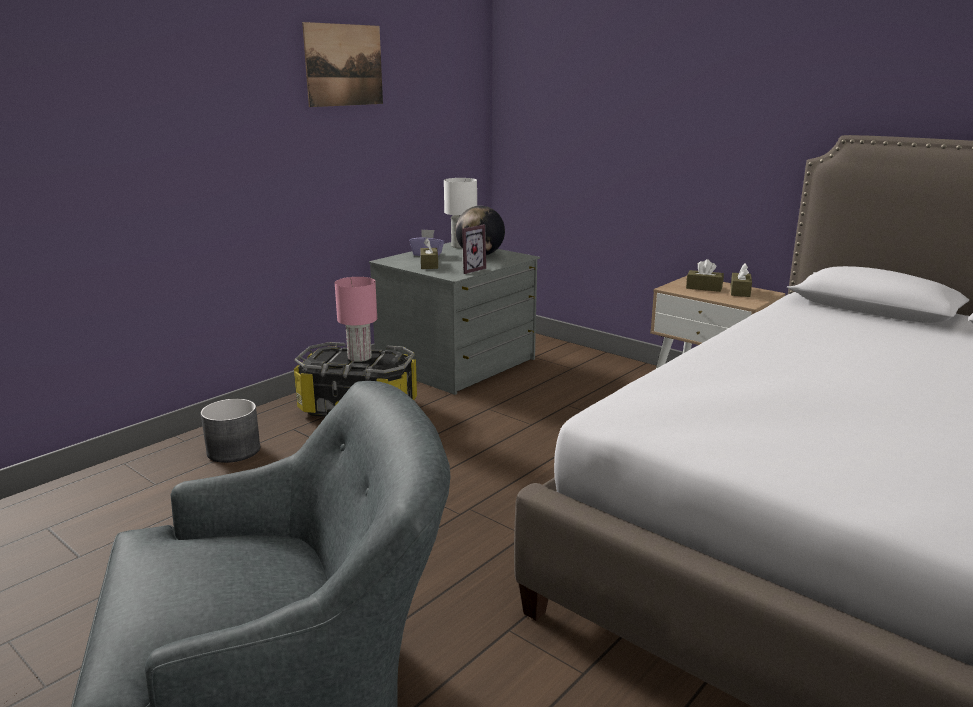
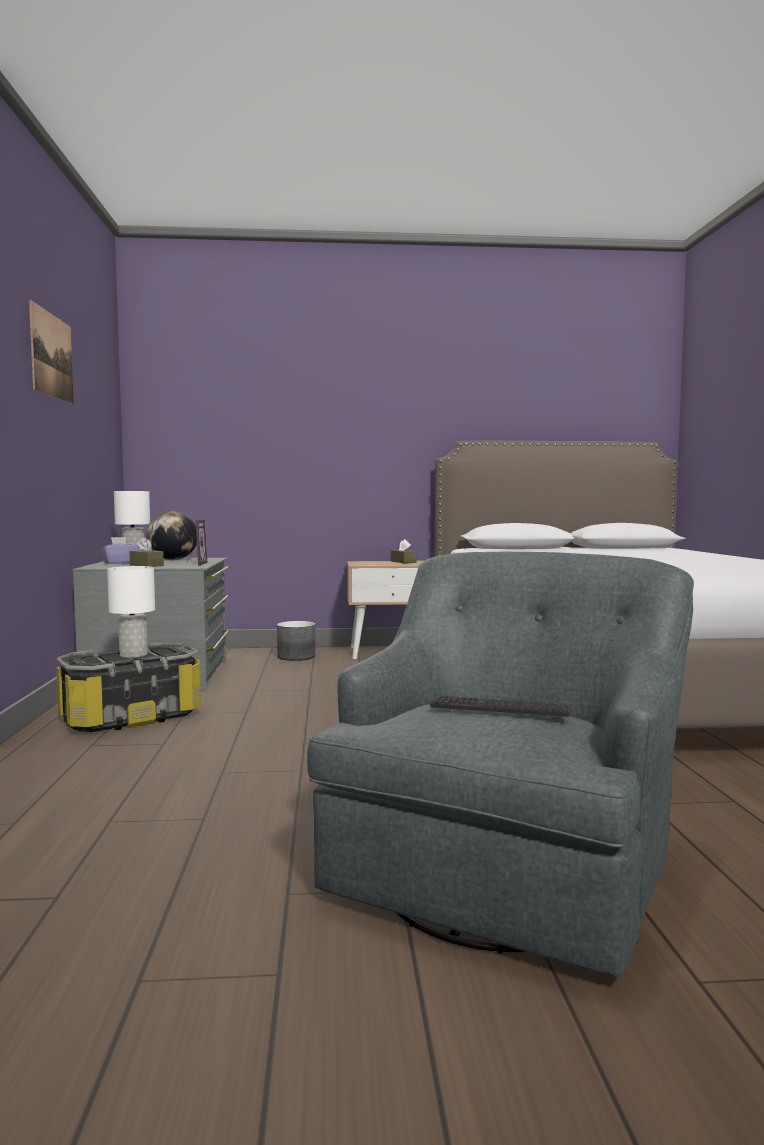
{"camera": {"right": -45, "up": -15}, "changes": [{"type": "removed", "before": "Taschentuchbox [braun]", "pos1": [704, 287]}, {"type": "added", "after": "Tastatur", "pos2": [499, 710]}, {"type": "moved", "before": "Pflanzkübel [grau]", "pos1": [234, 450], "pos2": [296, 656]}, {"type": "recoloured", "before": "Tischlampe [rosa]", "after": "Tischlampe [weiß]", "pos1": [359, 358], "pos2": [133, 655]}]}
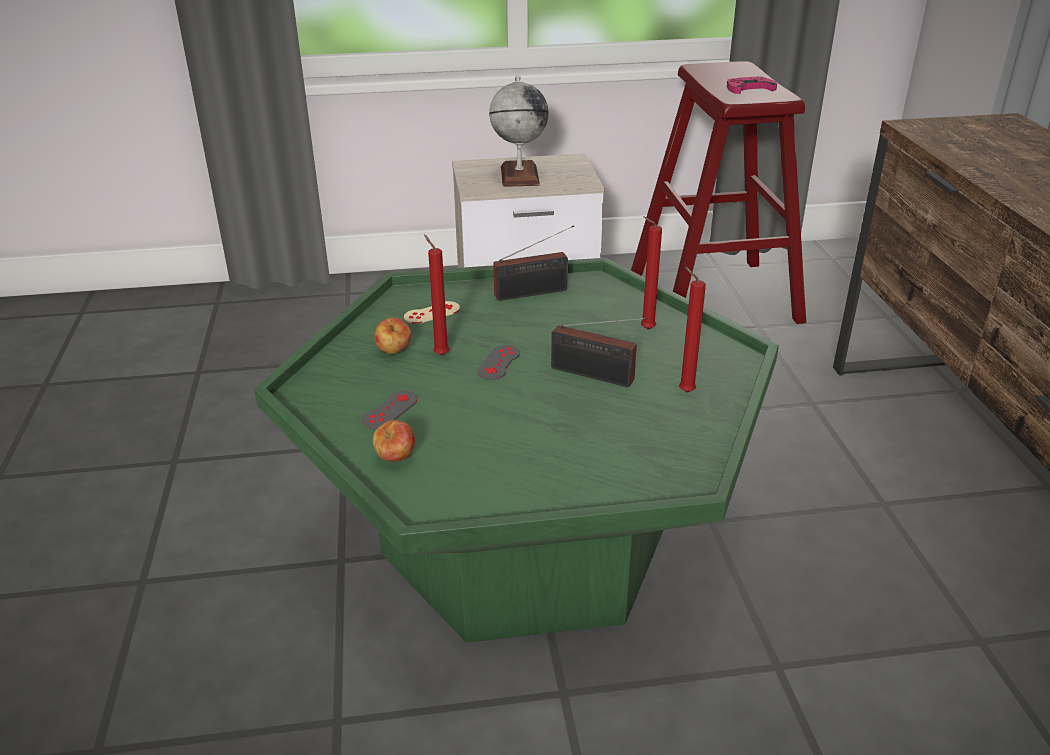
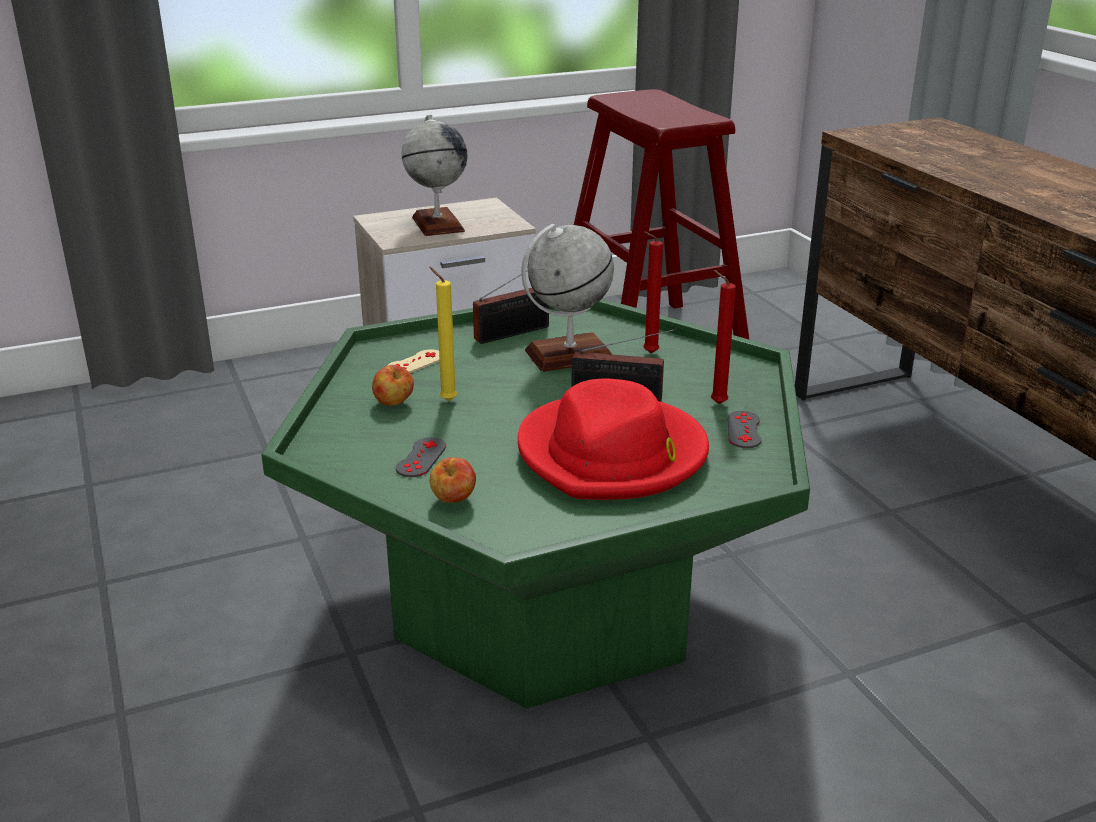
{"camera": {"right": -15, "up": -5}, "changes": [{"type": "removed", "before": "Gamepad [rosa]", "pos1": [749, 89]}, {"type": "added", "after": "Hut [rot]", "pos2": [613, 454]}, {"type": "added", "after": "Globus", "pos2": [569, 355]}, {"type": "moved", "before": "Gamepad [grau]", "pos1": [499, 362], "pos2": [744, 430]}, {"type": "recoloured", "before": "Kerze [rot]", "after": "Kerze [gelb]", "pos1": [439, 354], "pos2": [446, 400]}]}
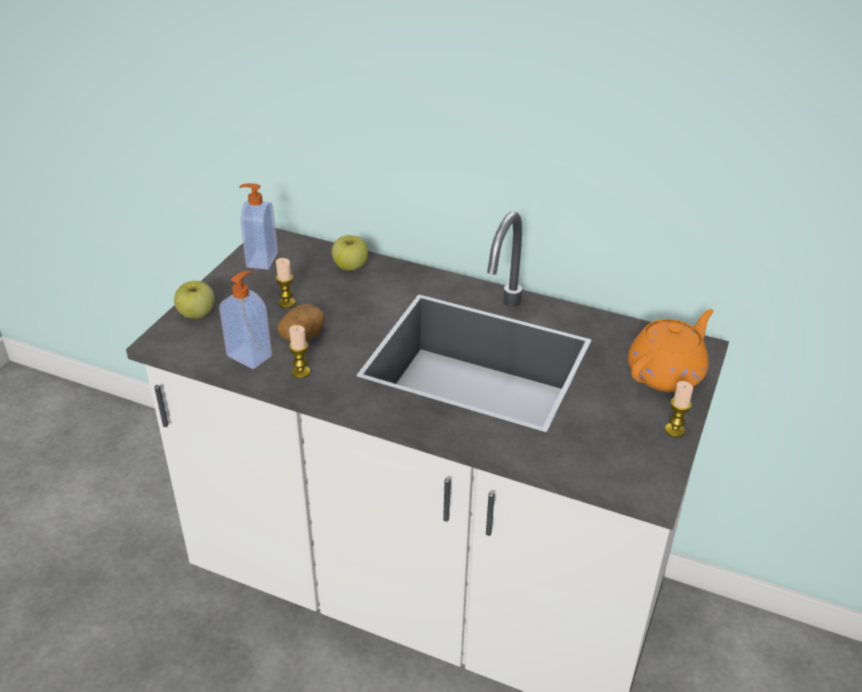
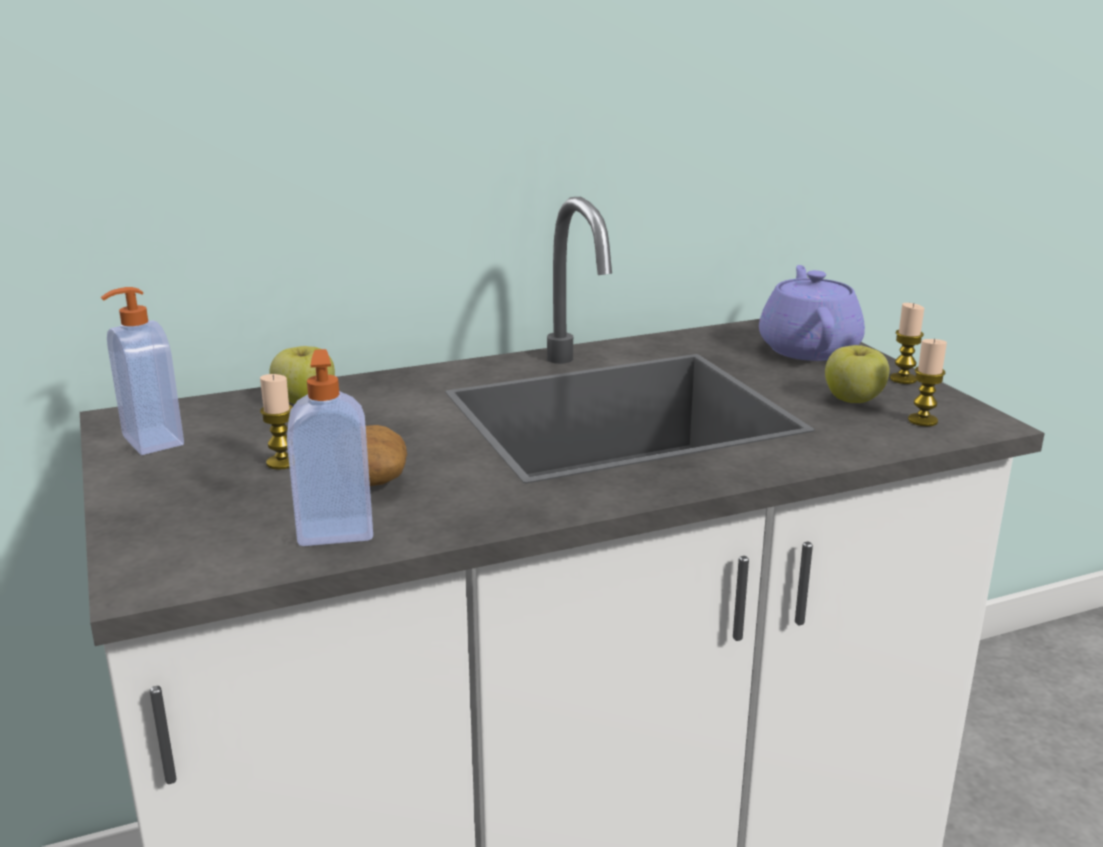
{"camera": {"right": -45, "up": -15}, "changes": [{"type": "moved", "before": "Apfel", "pos1": [197, 314], "pos2": [854, 400]}, {"type": "moved", "before": "Kerze", "pos1": [301, 372], "pos2": [922, 420]}, {"type": "recoloured", "before": "Teekanne [orange]", "after": "Teekanne [lila]", "pos1": [666, 373], "pos2": [808, 348]}]}
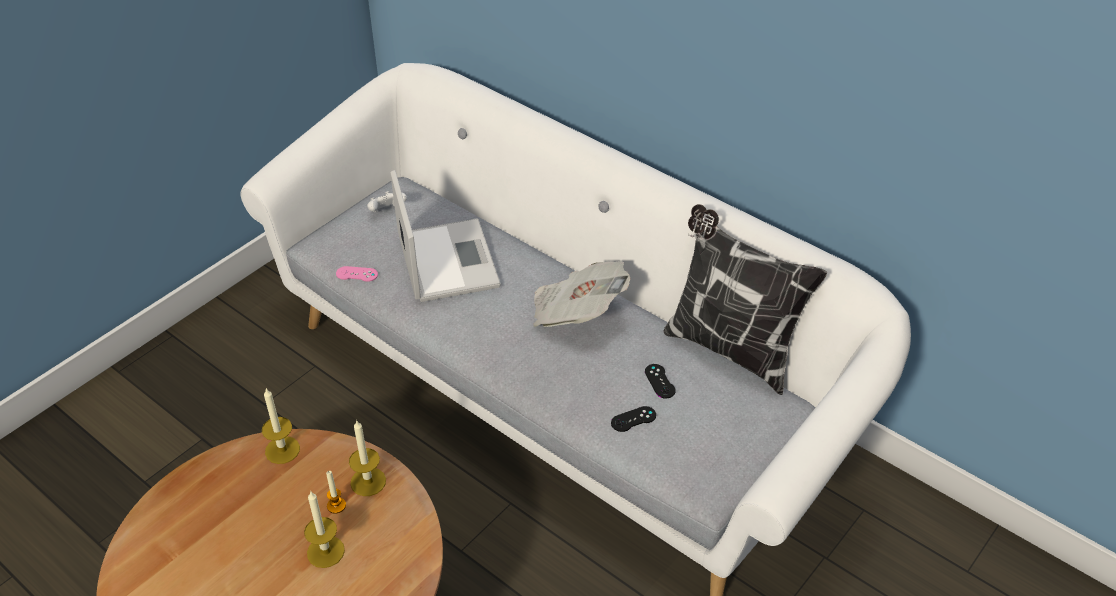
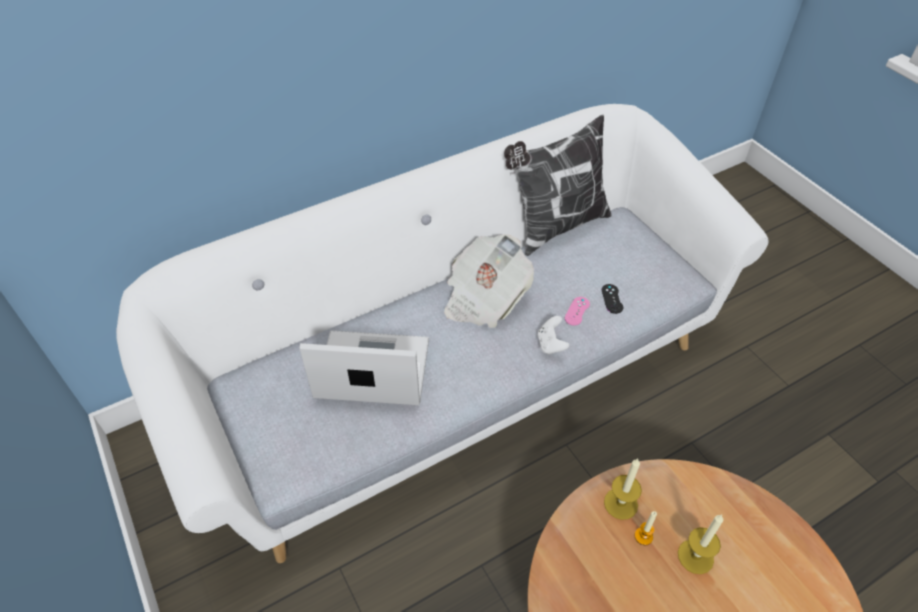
{"camera": {"right": -70, "up": 5}, "changes": [{"type": "removed", "before": "Kerze", "pos1": [282, 450]}, {"type": "removed", "before": "Gamepad [schwarz]", "pos1": [660, 381]}, {"type": "moved", "before": "Gamepad [rosa]", "pos1": [357, 274], "pos2": [577, 311]}, {"type": "moved", "before": "Gamepad [weiß]", "pos1": [386, 211], "pos2": [551, 344]}]}
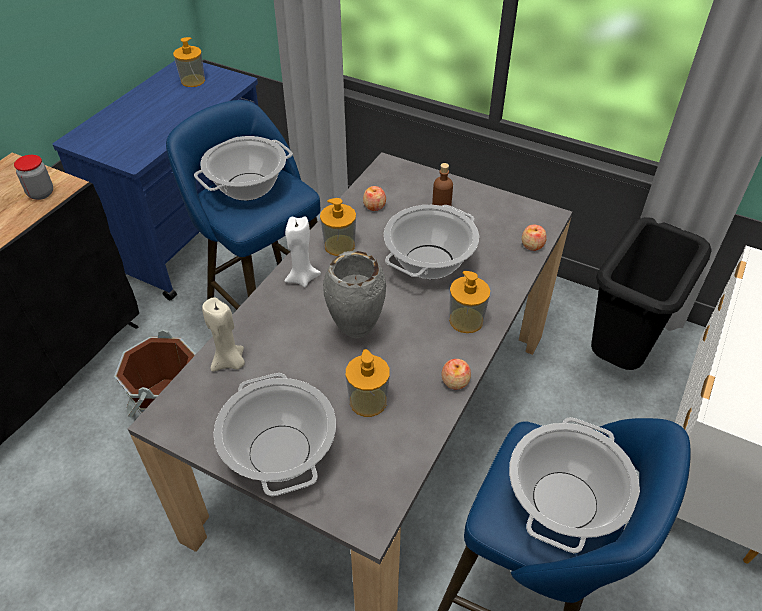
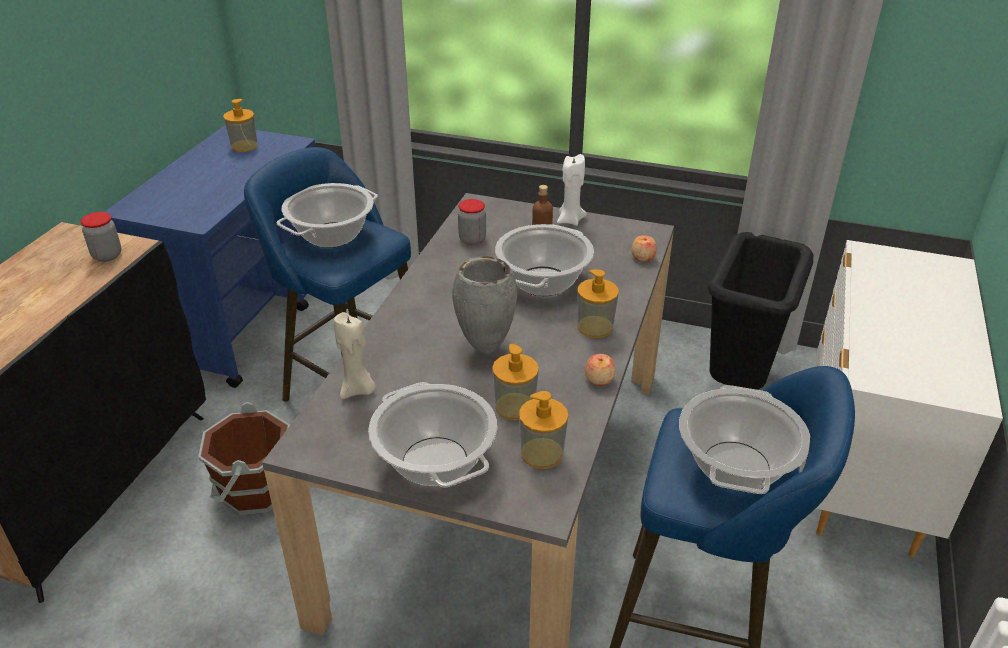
{"camera": {"right": -10, "up": -10}, "changes": [{"type": "moved", "before": "Kerze [weiß]", "pos1": [302, 278], "pos2": [570, 220]}, {"type": "moved", "before": "Seifenspender", "pos1": [339, 245], "pos2": [542, 453]}, {"type": "replaced", "before": "Apfel", "after": "Vorratsglas", "pos1": [374, 206], "pos2": [472, 239]}]}
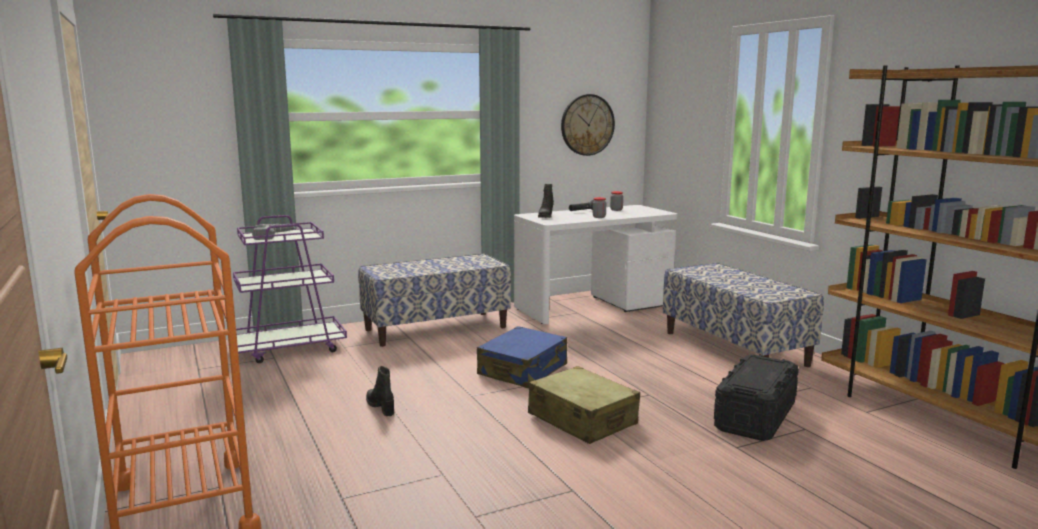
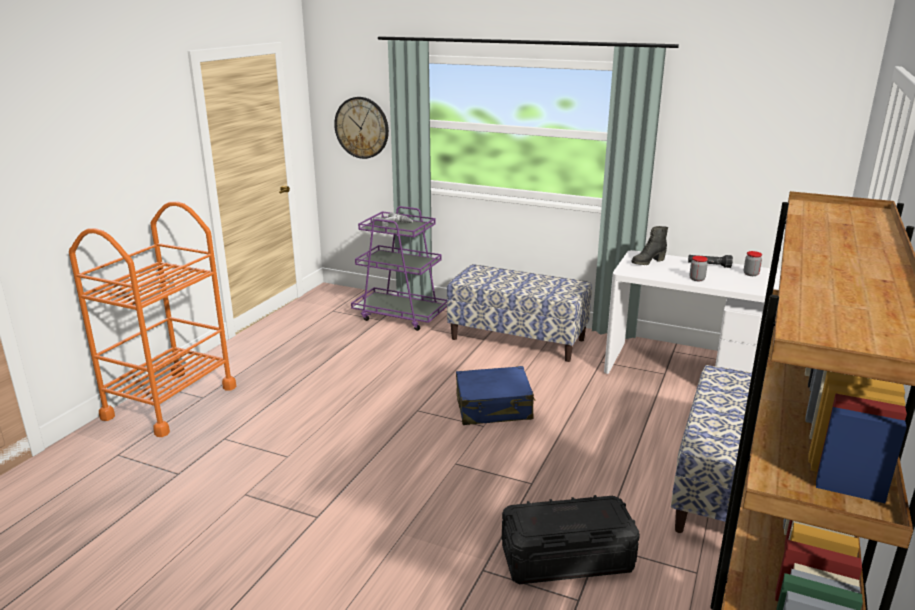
{"camera": {"right": 50, "up": 10}, "changes": [{"type": "removed", "before": "Stiefel [schwarz]", "pos1": [381, 407]}, {"type": "removed", "before": "Koffer [beige]", "pos1": [582, 419]}, {"type": "moved", "before": "Wanduhr", "pos1": [587, 125], "pos2": [362, 127]}]}
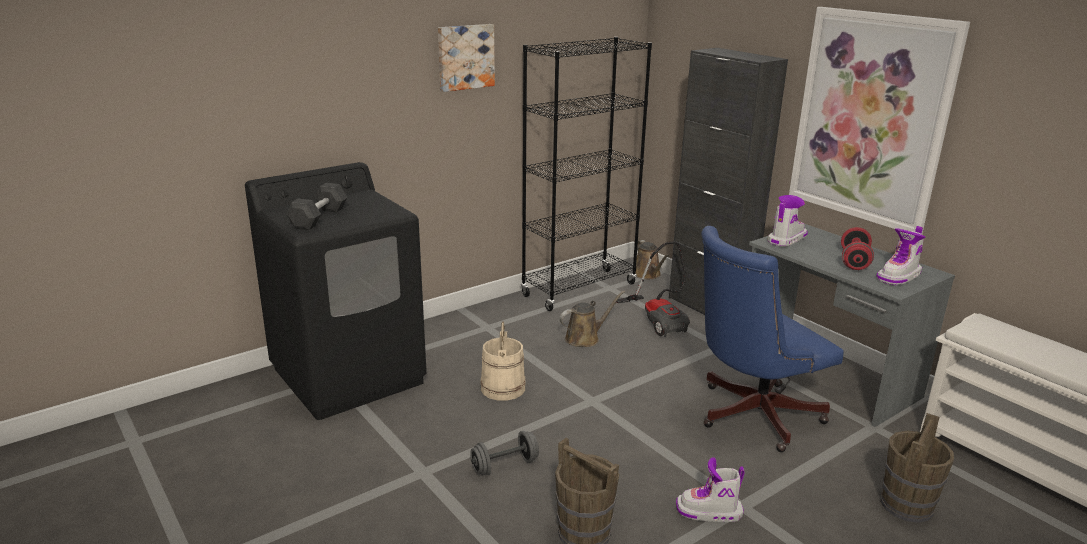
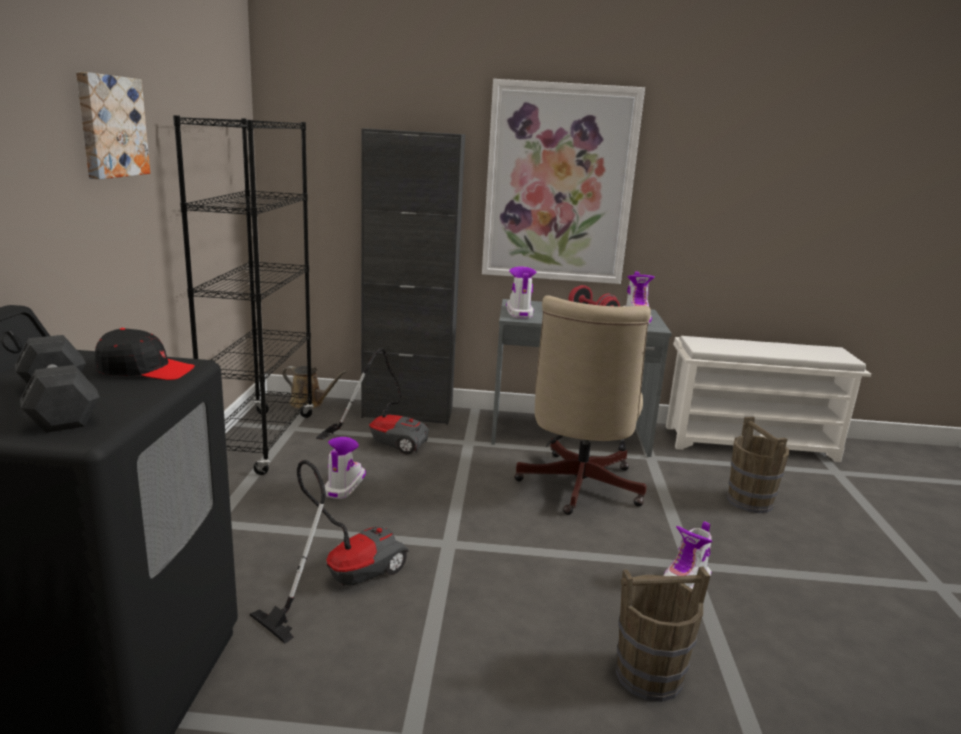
{"camera": {"right": -50, "up": -5}, "changes": [{"type": "removed", "before": "Hantel [grau]", "pos1": [504, 466]}, {"type": "added", "after": "Kappe [schwarz]", "pos2": [145, 370]}, {"type": "replaced", "before": "Eimer [beige]", "after": "Staubsauger", "pos1": [503, 388], "pos2": [342, 581]}, {"type": "replaced", "before": "Gießkanne [braun]", "after": "Stiefel", "pos1": [585, 338], "pos2": [344, 486]}, {"type": "recoloured", "before": "Bürostuhl [blau]", "after": "Bürostuhl [beige]", "pos1": [750, 415], "pos2": [577, 488]}]}
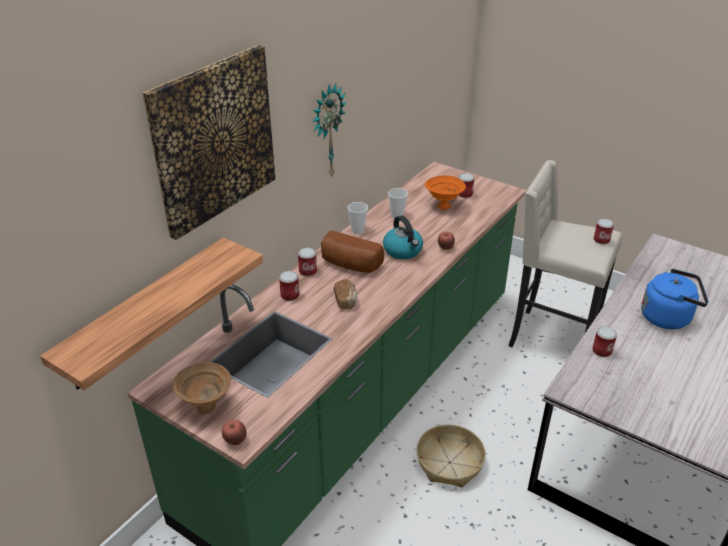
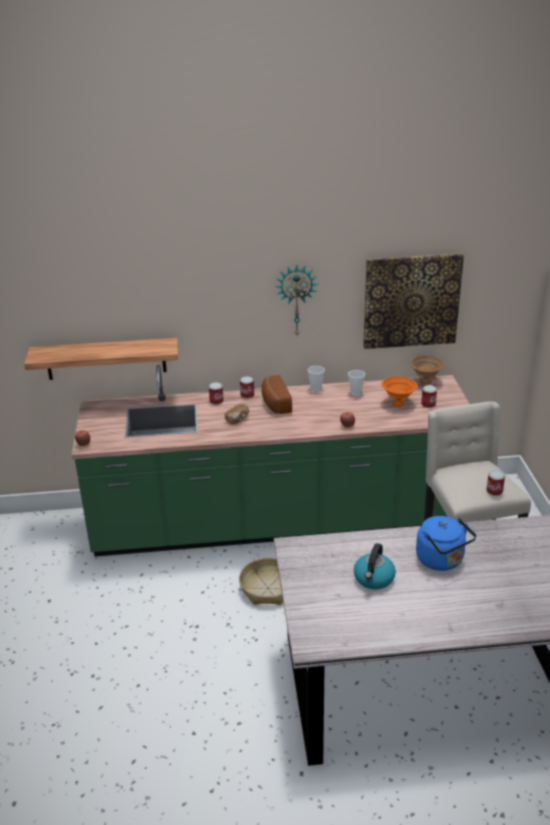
{"camera": {"right": 50, "up": -5}, "changes": [{"type": "removed", "before": "Dose", "pos1": [602, 351]}, {"type": "moved", "before": "Bild", "pos1": [213, 140], "pos2": [411, 301]}, {"type": "moved", "before": "Schüssel [braun]", "pos1": [205, 406], "pos2": [425, 381]}, {"type": "moved", "before": "Wasserkessel", "pos1": [403, 251], "pos2": [374, 579]}]}
